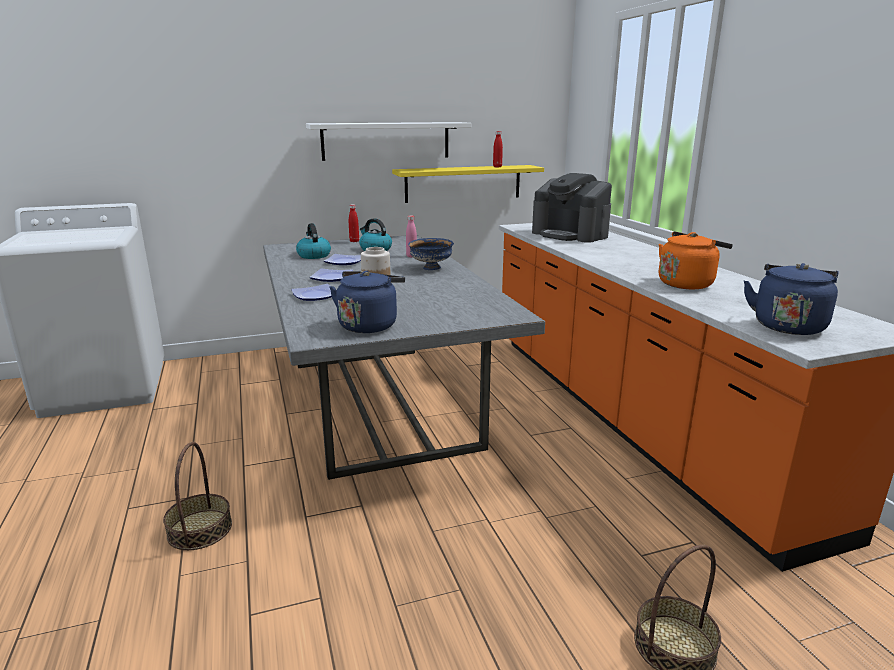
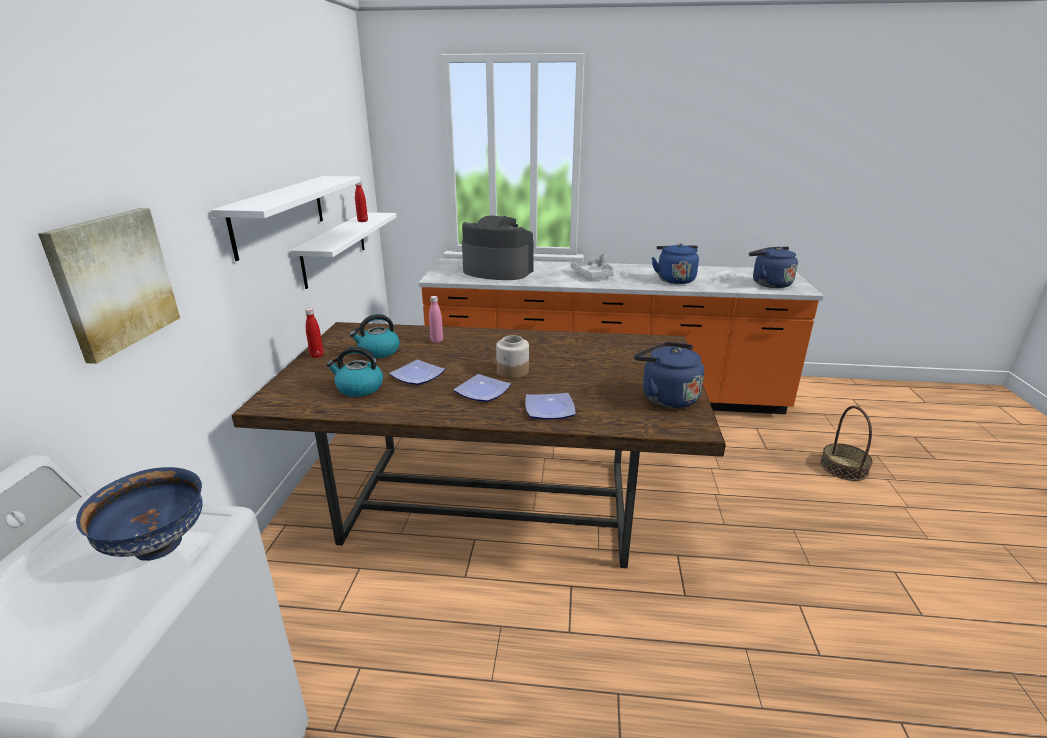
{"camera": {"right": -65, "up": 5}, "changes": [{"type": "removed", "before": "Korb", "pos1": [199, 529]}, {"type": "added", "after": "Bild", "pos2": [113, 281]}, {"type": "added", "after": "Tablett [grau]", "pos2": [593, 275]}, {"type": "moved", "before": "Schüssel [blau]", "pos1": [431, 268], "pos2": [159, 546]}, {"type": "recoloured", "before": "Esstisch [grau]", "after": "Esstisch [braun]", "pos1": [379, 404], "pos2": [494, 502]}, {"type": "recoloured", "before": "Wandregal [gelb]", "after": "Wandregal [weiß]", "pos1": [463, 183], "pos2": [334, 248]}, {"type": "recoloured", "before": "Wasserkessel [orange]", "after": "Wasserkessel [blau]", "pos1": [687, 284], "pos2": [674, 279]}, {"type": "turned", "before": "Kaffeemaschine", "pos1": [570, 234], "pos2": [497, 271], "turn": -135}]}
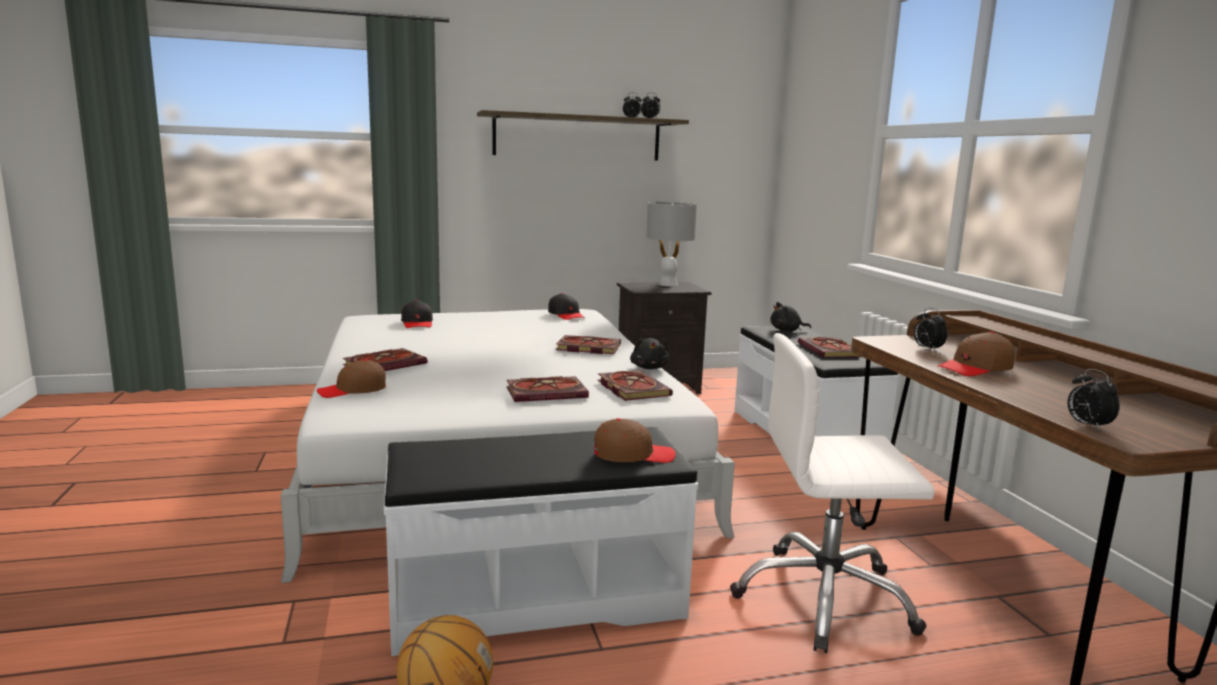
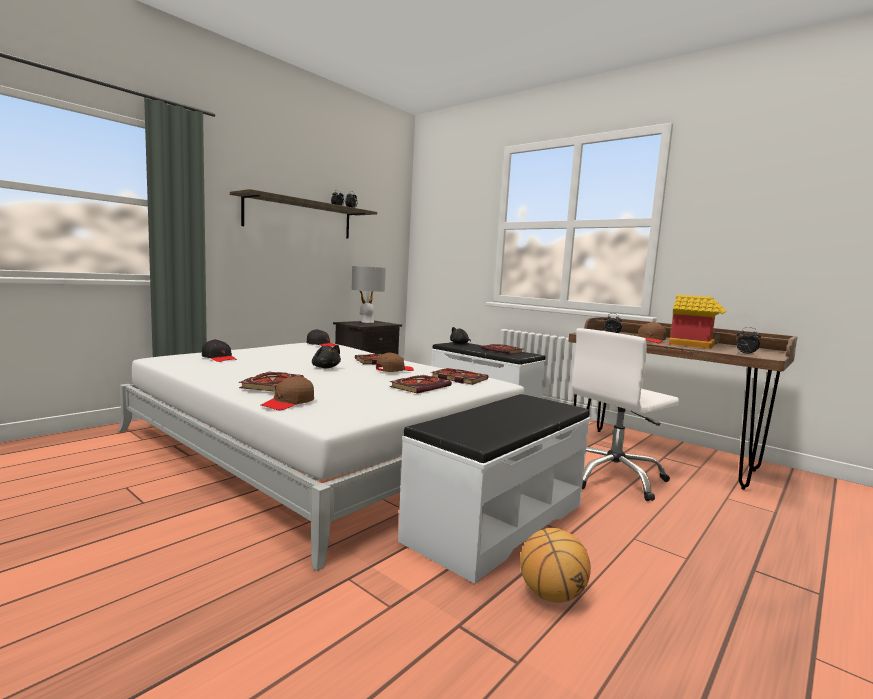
{"camera": {"right": -35, "up": -5}, "changes": [{"type": "added", "after": "Spielzeughaus", "pos2": [694, 345]}, {"type": "moved", "before": "Kappe [braun]", "pos1": [633, 455], "pos2": [394, 370]}, {"type": "moved", "before": "Plüschtier [schwarz]", "pos1": [649, 368], "pos2": [325, 367]}]}
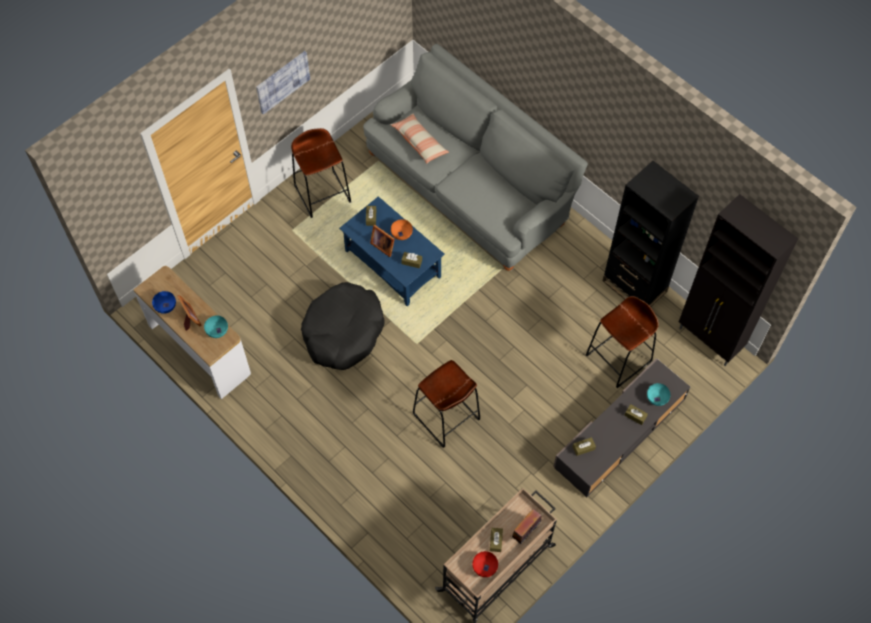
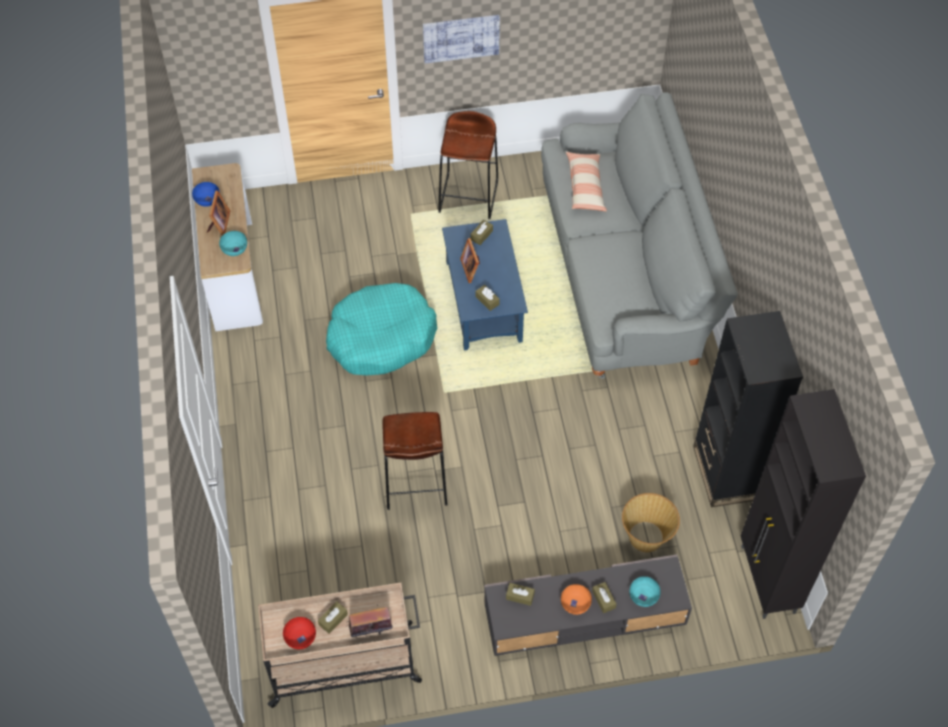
{"camera": {"right": 35, "up": -5}, "changes": [{"type": "moved", "before": "Schüssel [orange]", "pos1": [402, 234], "pos2": [575, 604]}, {"type": "replaced", "before": "Hocker [braun]", "after": "Korb", "pos1": [619, 358], "pos2": [646, 536]}, {"type": "recoloured", "before": "Hundebett [schwarz]", "after": "Hundebett [türkis]", "pos1": [343, 332], "pos2": [381, 338]}]}
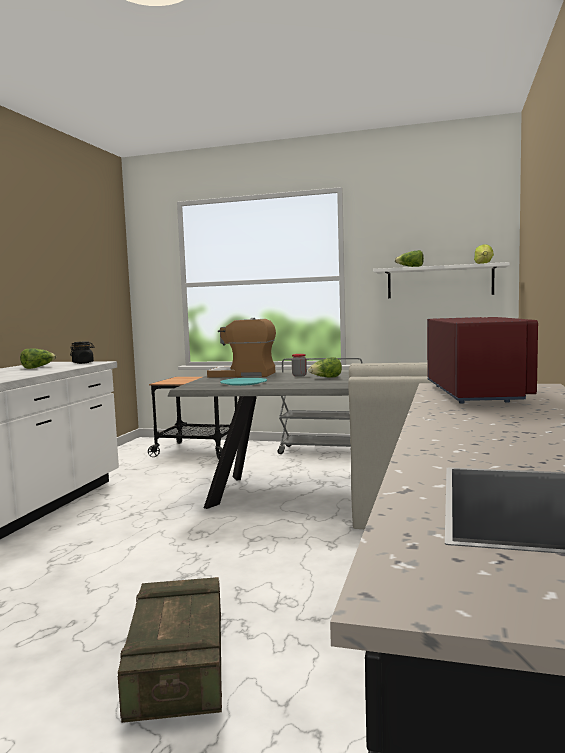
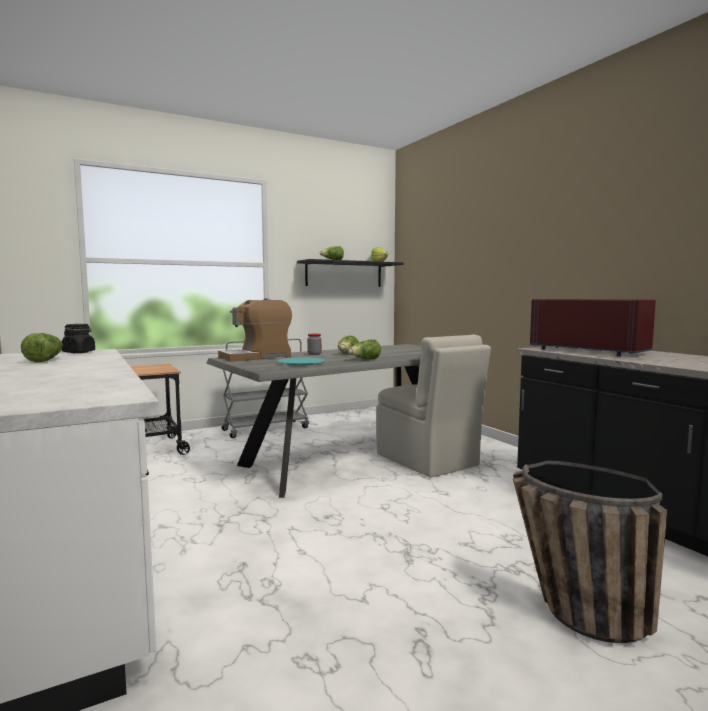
{"camera": {"right": -45, "up": 0}, "changes": [{"type": "added", "after": "Salatkopf", "pos2": [365, 359]}, {"type": "replaced", "before": "Kiste", "after": "Korb", "pos1": [178, 669], "pos2": [571, 612]}, {"type": "recoloured", "before": "Wandregal [weiß]", "after": "Wandregal [schwarz]", "pos1": [439, 282], "pos2": [344, 274]}]}
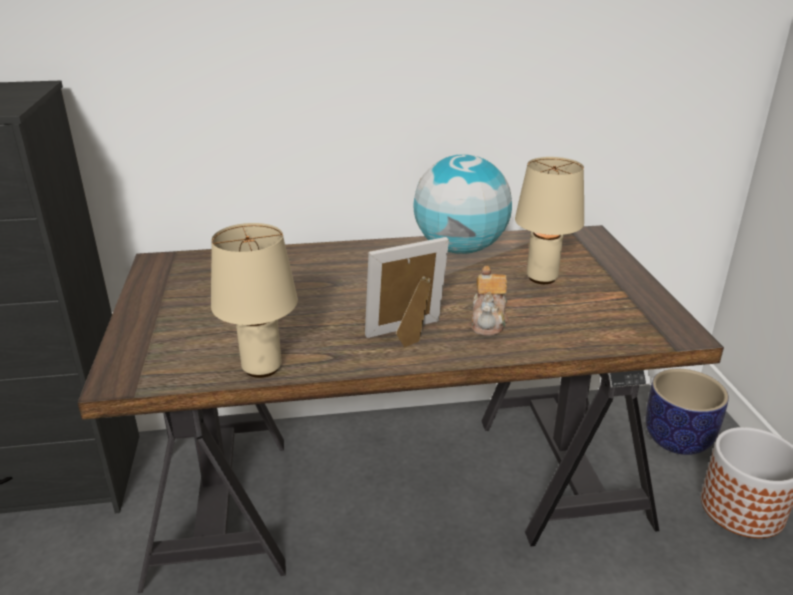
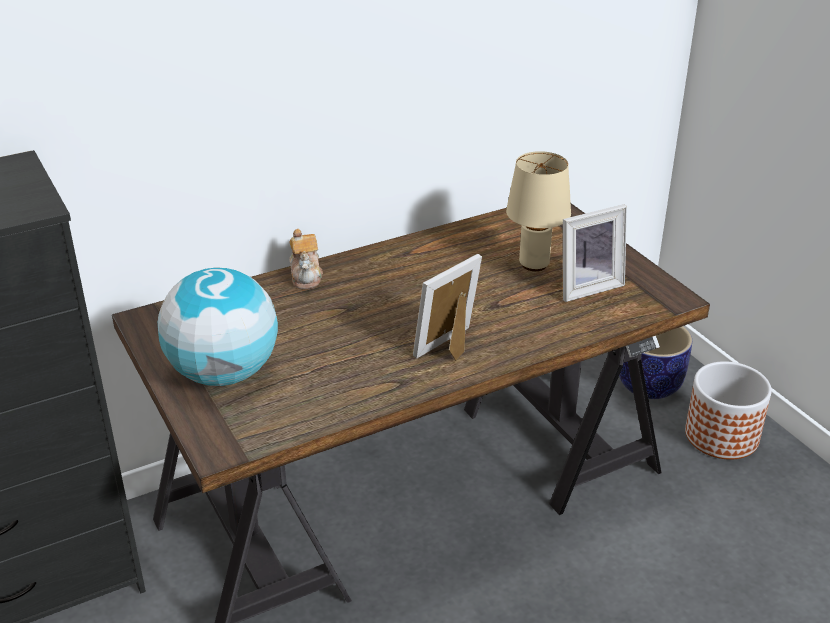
{"camera": {"right": -20, "up": 5}, "changes": [{"type": "removed", "before": "Tischlampe [beige]", "pos1": [263, 368]}, {"type": "added", "after": "Bilderrahmen", "pos2": [586, 286]}, {"type": "moved", "before": "Globus", "pos1": [460, 249], "pos2": [224, 373]}, {"type": "moved", "before": "Teekanne", "pos1": [489, 321], "pos2": [306, 276]}]}
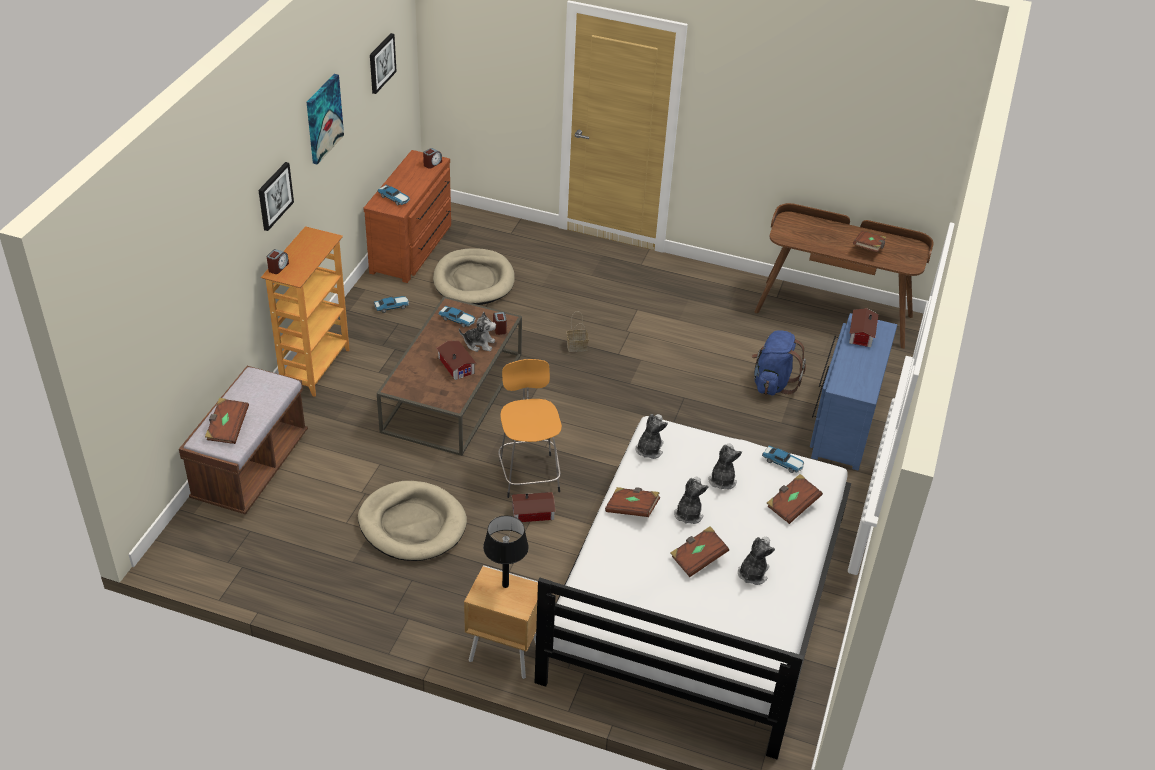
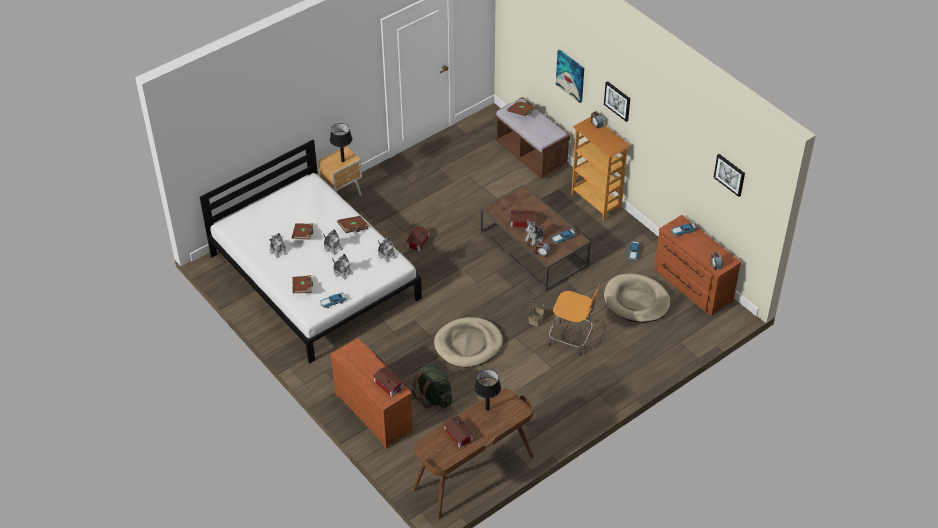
{"camera": {"right": 125, "up": 5}, "changes": [{"type": "added", "after": "Tischlampe [schwarz]", "pos2": [487, 409]}, {"type": "moved", "before": "Bild", "pos1": [323, 118], "pos2": [571, 75]}, {"type": "moved", "before": "Hundebett [beige]", "pos1": [412, 524], "pos2": [468, 344]}, {"type": "moved", "before": "Hocker [orange]", "pos1": [529, 473], "pos2": [571, 339]}, {"type": "replaced", "before": "Buch [braun]", "after": "Spielzeughaus", "pos1": [868, 248], "pos2": [458, 436]}, {"type": "recoloured", "before": "Rucksack [blau]", "after": "Rucksack [grün]", "pos1": [772, 383], "pos2": [433, 397]}, {"type": "recoloured", "before": "Kommode [blau]", "after": "Kommode [braun]", "pos1": [843, 422], "pos2": [375, 411]}]}
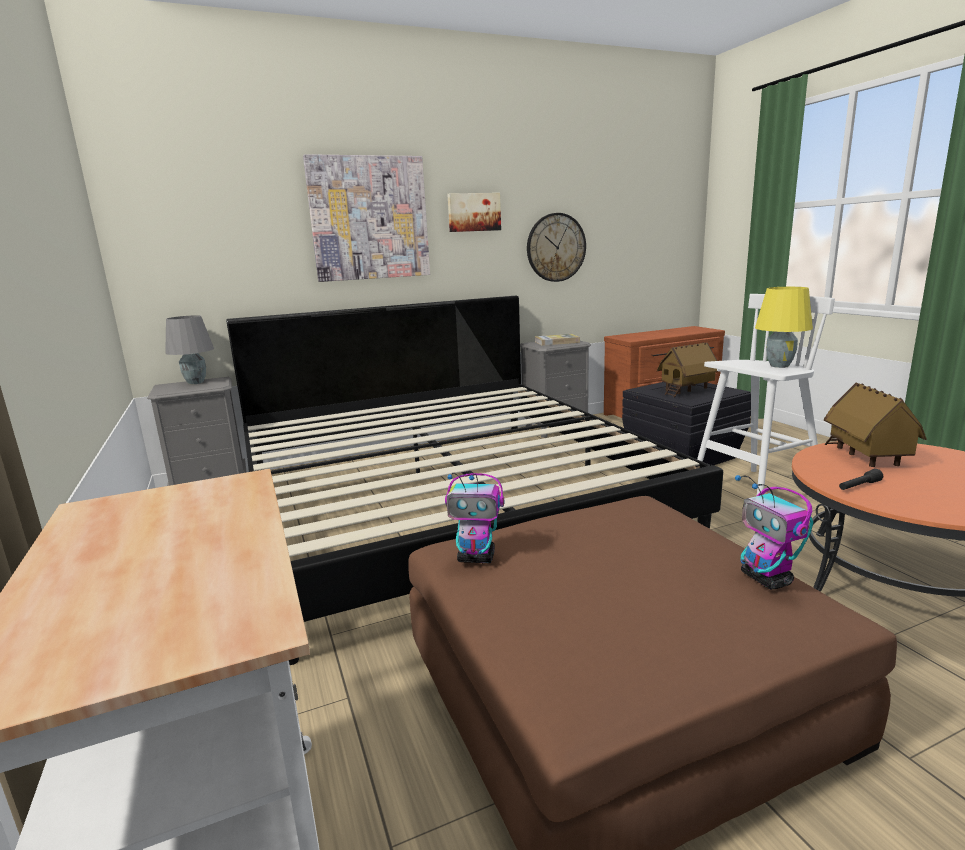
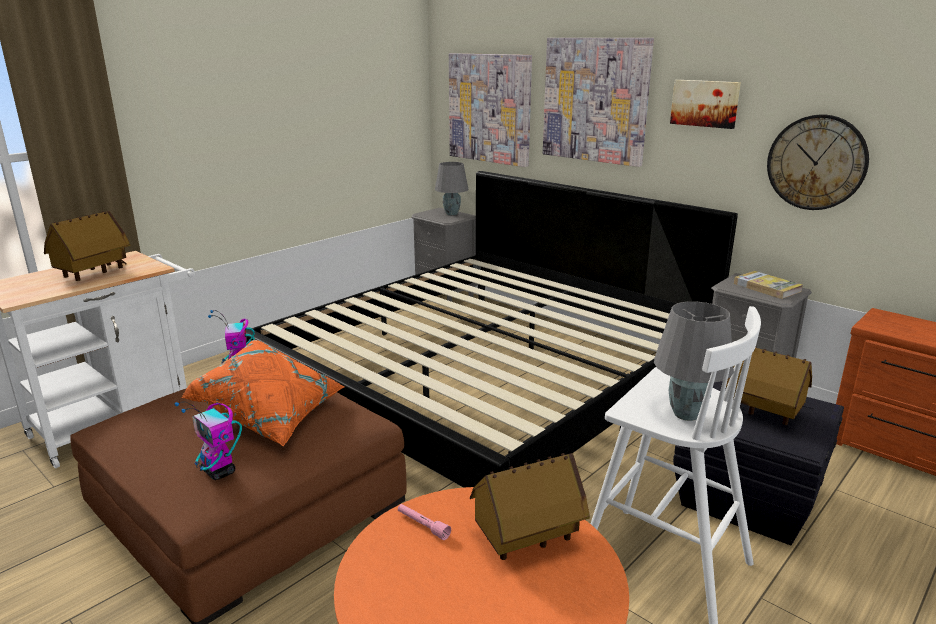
{"camera": {"right": 65, "up": 5}, "changes": [{"type": "added", "after": "Spielzeughaus", "pos2": [93, 273]}, {"type": "added", "after": "Kissen [orange]", "pos2": [272, 414]}, {"type": "added", "after": "Bild", "pos2": [490, 108]}, {"type": "recoloured", "before": "Tischlampe [gelb]", "after": "Tischlampe [grau]", "pos1": [779, 365], "pos2": [687, 414]}, {"type": "recoloured", "before": "Taschenlampe [schwarz]", "after": "Taschenlampe [rosa]", "pos1": [859, 486], "pos2": [423, 526]}, {"type": "turned", "before": "Spielzeugroboter", "pos1": [767, 579], "pos2": [219, 472], "turn": -90}]}
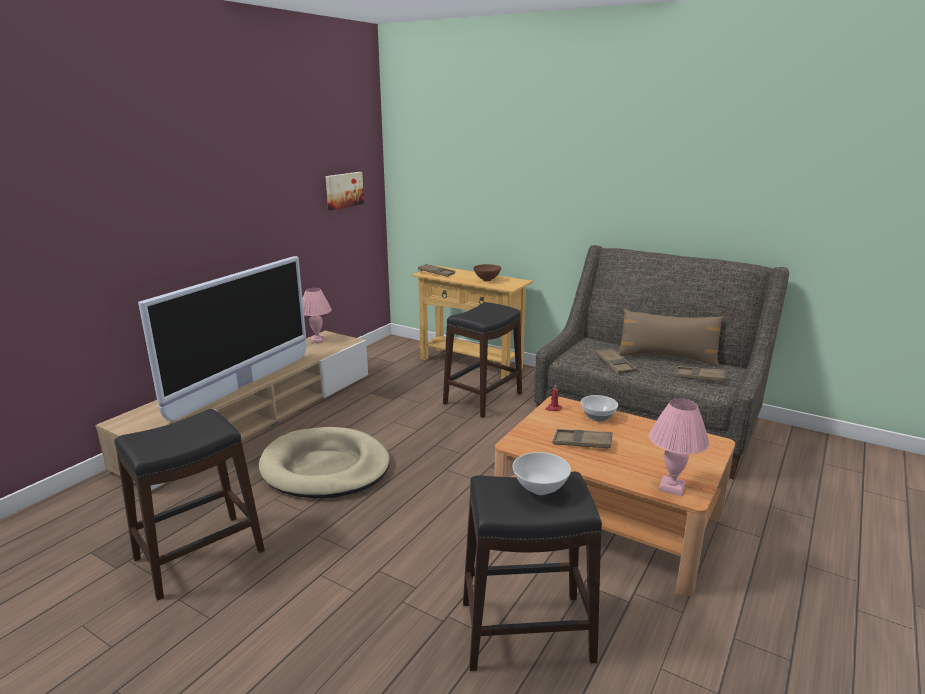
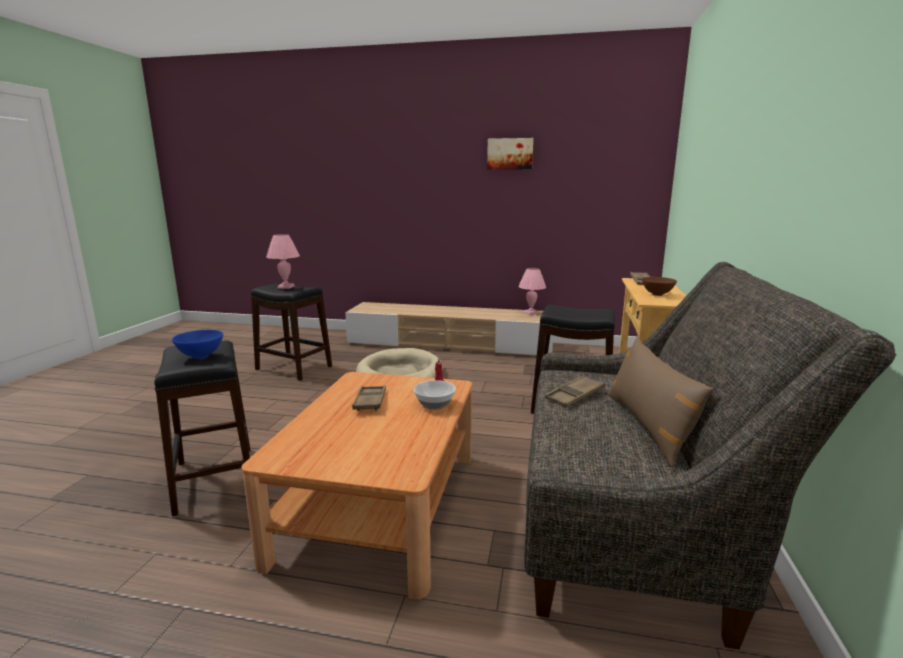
{"camera": {"right": 70, "up": -5}, "changes": [{"type": "removed", "before": "Fernseher", "pos1": [243, 386]}, {"type": "removed", "before": "Tablett [braun]", "pos1": [699, 377]}, {"type": "moved", "before": "Bild", "pos1": [343, 190], "pos2": [510, 154]}, {"type": "moved", "before": "Tischlampe [rosa]", "pos1": [671, 487], "pos2": [285, 287]}, {"type": "recoloured", "before": "Schüssel [weiß]", "after": "Schüssel [blau]", "pos1": [540, 489], "pos2": [201, 356]}]}
